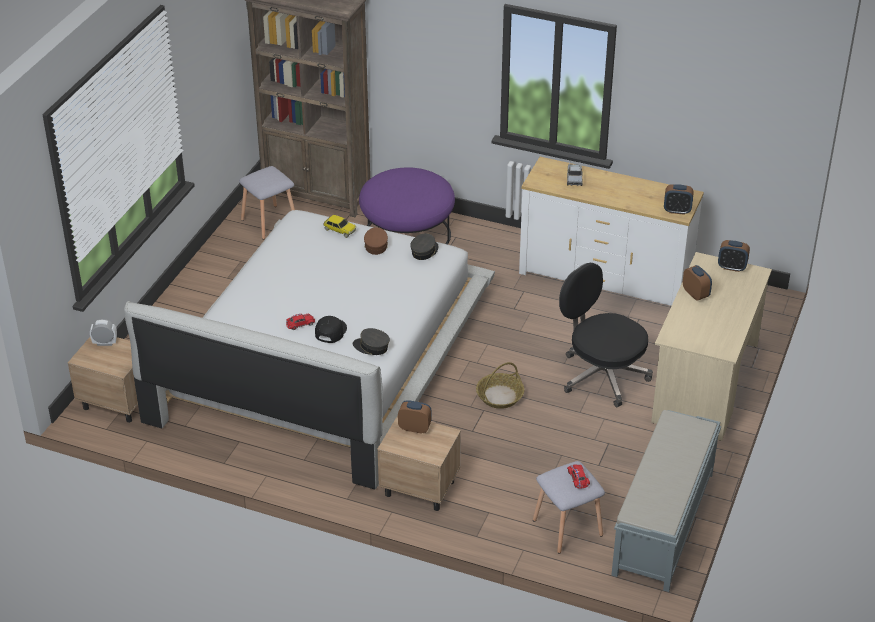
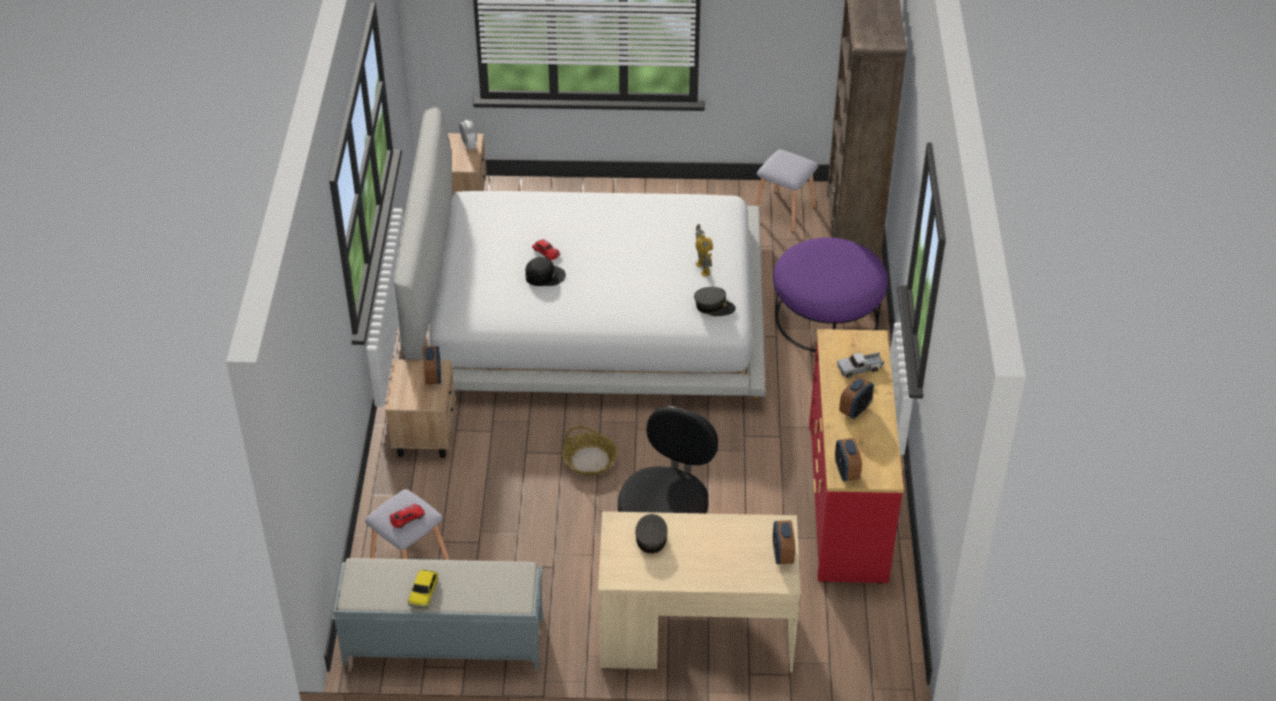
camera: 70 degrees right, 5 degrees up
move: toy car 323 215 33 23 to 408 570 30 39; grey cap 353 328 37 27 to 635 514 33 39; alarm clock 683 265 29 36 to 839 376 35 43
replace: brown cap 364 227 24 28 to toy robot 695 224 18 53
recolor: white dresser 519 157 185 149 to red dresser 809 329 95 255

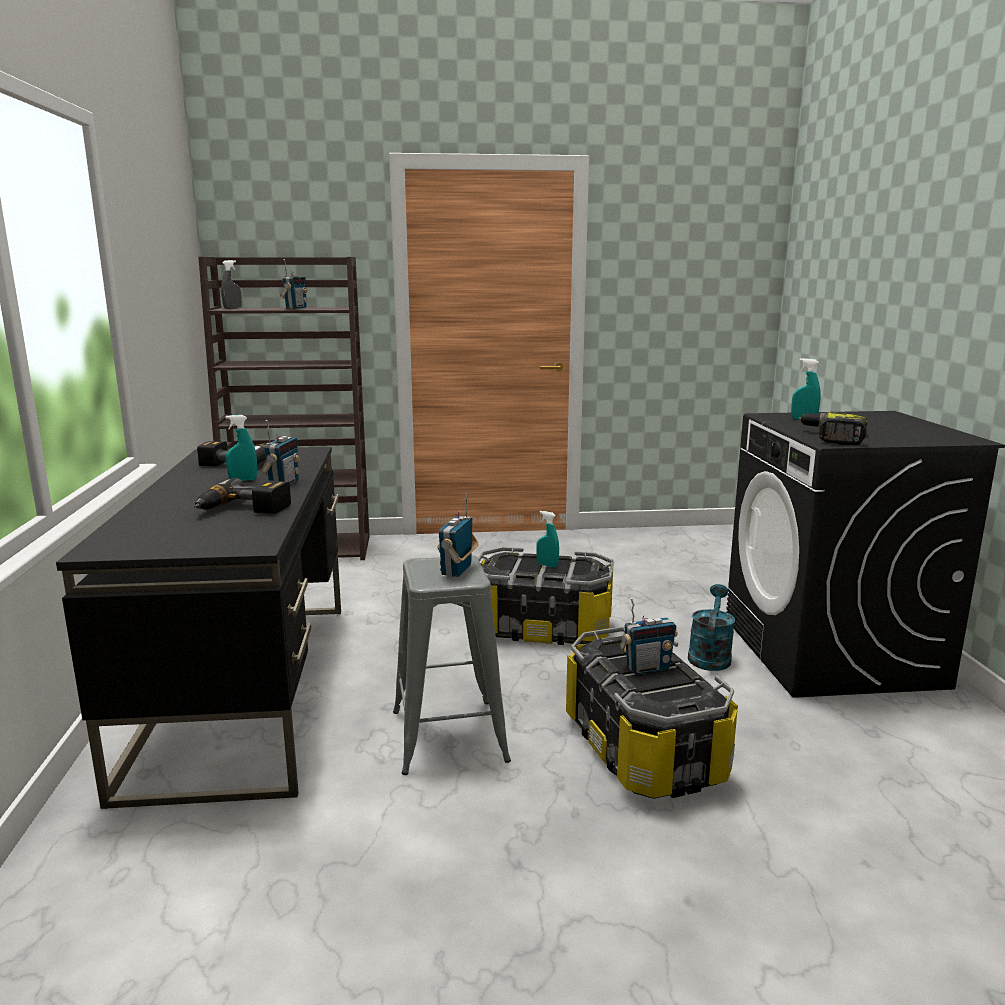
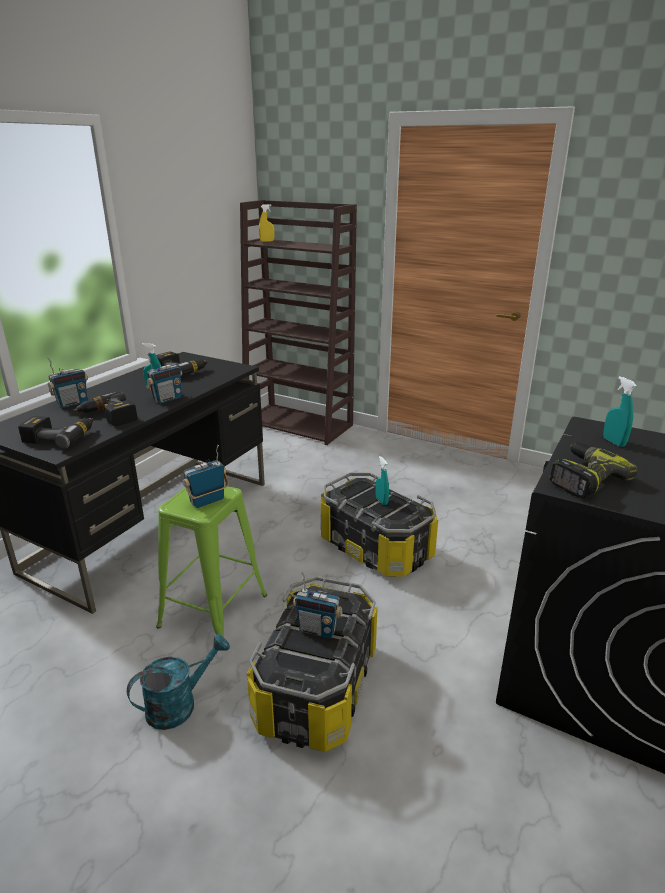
camera: 35 degrees right, 10 degrees up
insert: power drill 18 416 75 32
move: radio 280 259 27 50 to 47 357 41 51; turquoise watering can 688 584 47 87 to 127 634 103 96
recolor: grey spray bottle 221 260 21 49 to yellow spray bottle 259 204 15 38; grey stool 393 555 118 220 to green stool 156 486 111 165

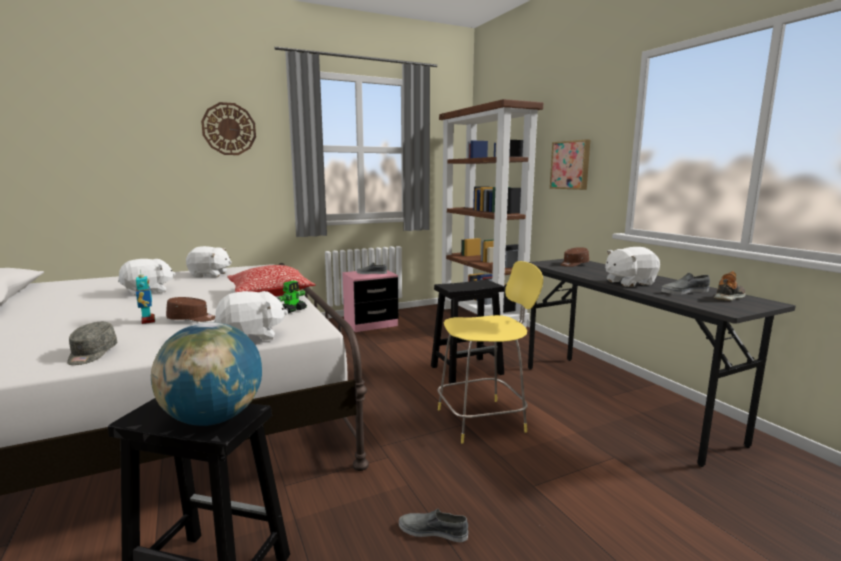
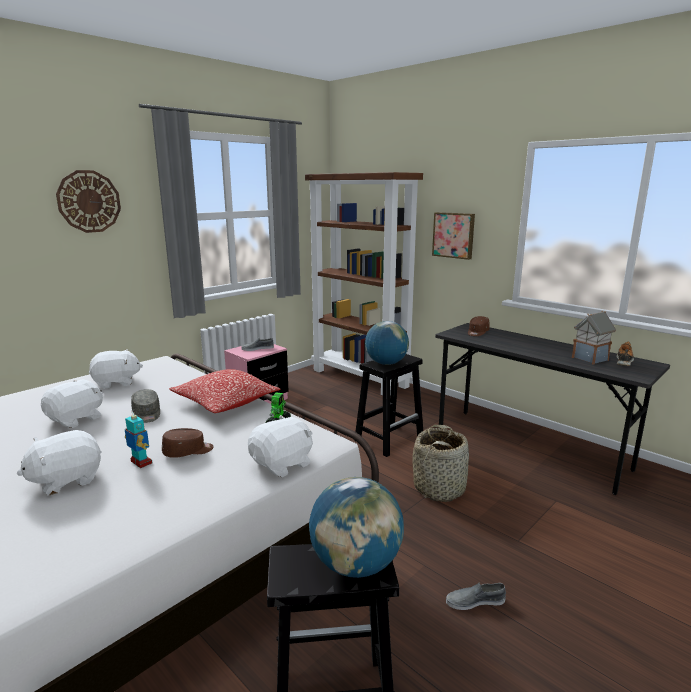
camera: 20 degrees left, 5 degrees up
insert: globe 365 321 44 44
move: grey cap 67 322 50 43 to 131 389 29 34; white plush toy 605 247 55 40 to 17 430 85 66
replace: yellow stool 438 261 105 183 to basket 413 425 56 77; grey shoe 661 273 49 22 to toy house 572 311 44 54

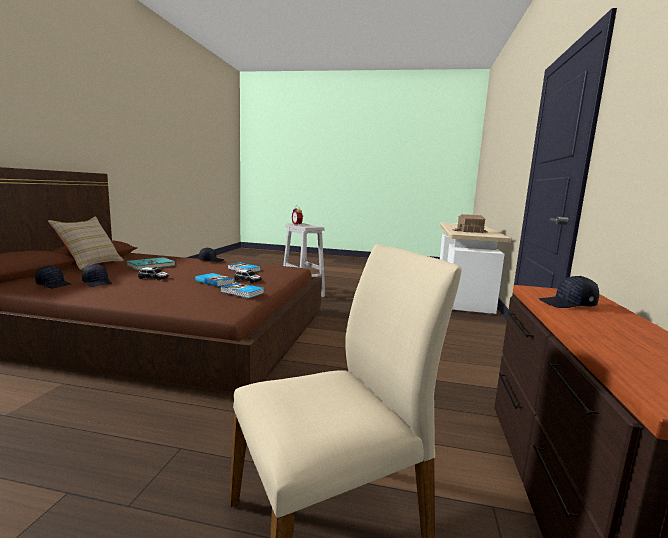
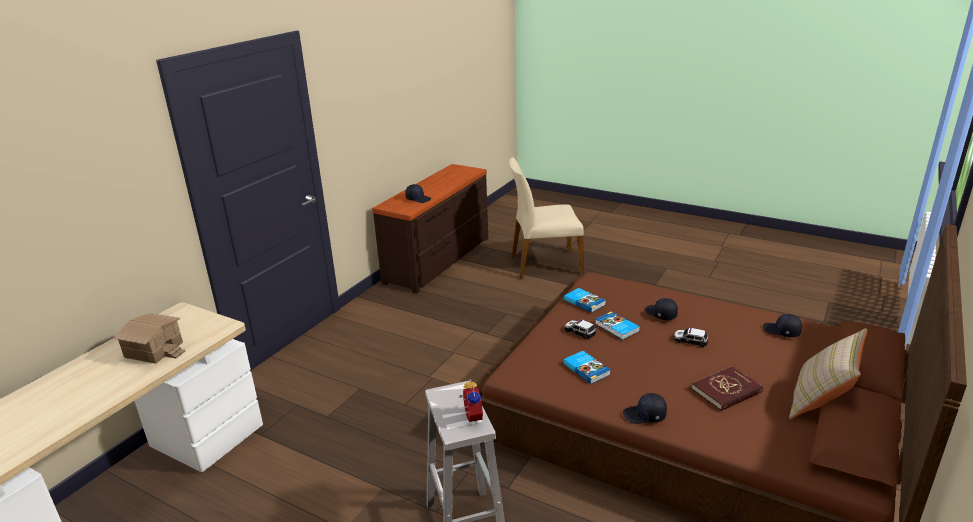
camera: 160 degrees left, 15 degrees up
move: black cap 82 264 30 23 to 645 298 33 22
recolor: turquoise book 127 257 48 13 to red book 691 366 72 45

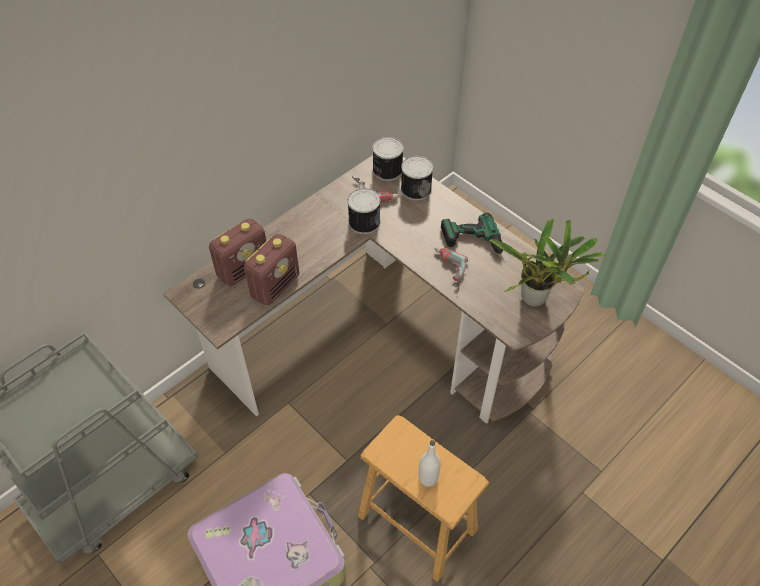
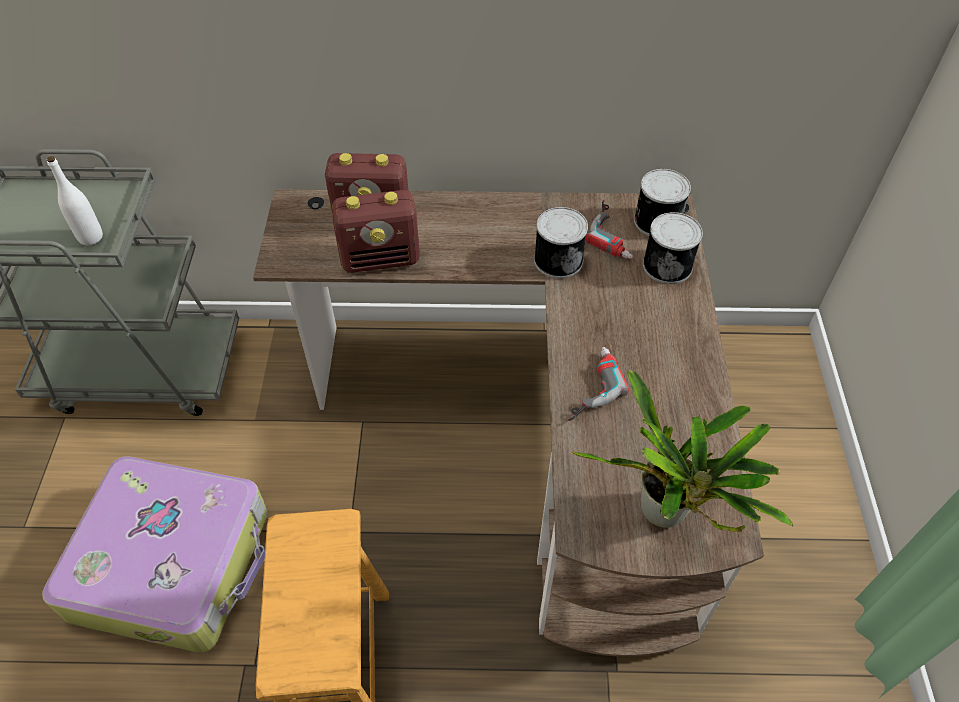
camera: 45 degrees right, 0 degrees up
delete: power drill 441 213 63 49
move: white bottle 419 440 22 46 to 47 156 56 89

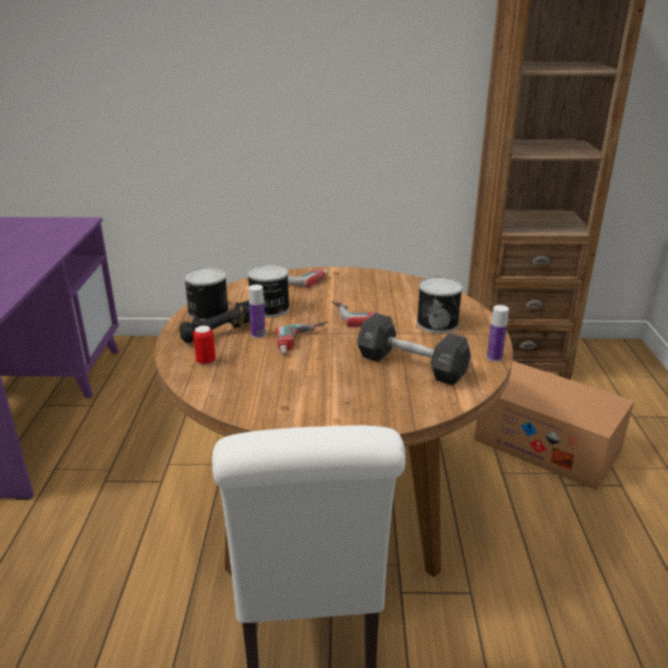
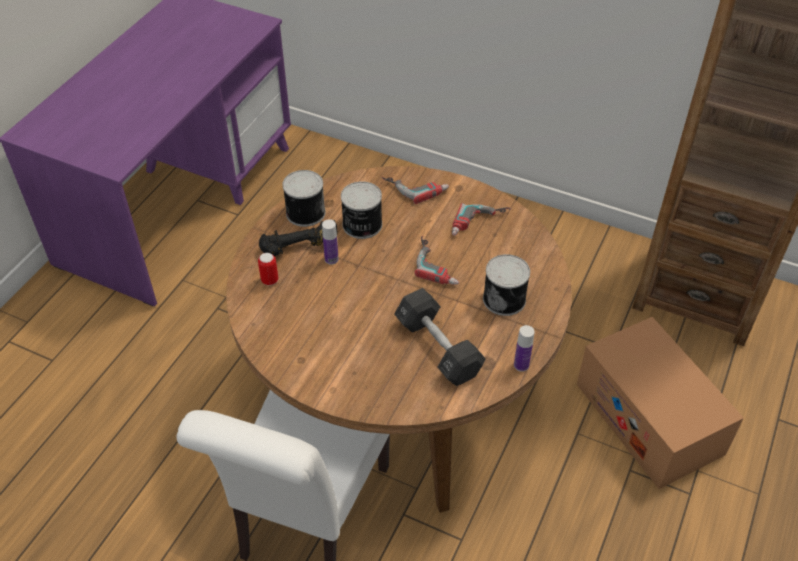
camera: 25 degrees right, 20 degrees up
move: power drill 276 321 52 33 to 452 203 59 33

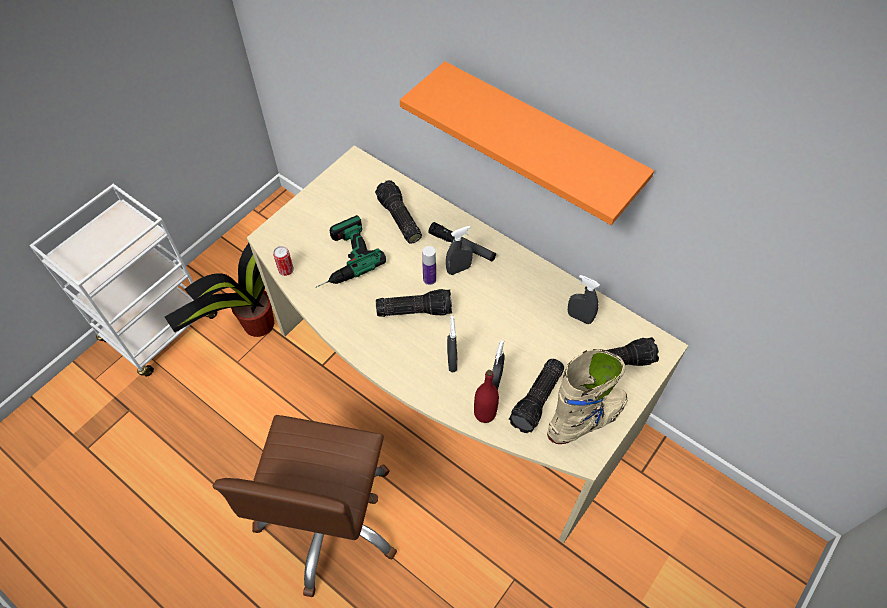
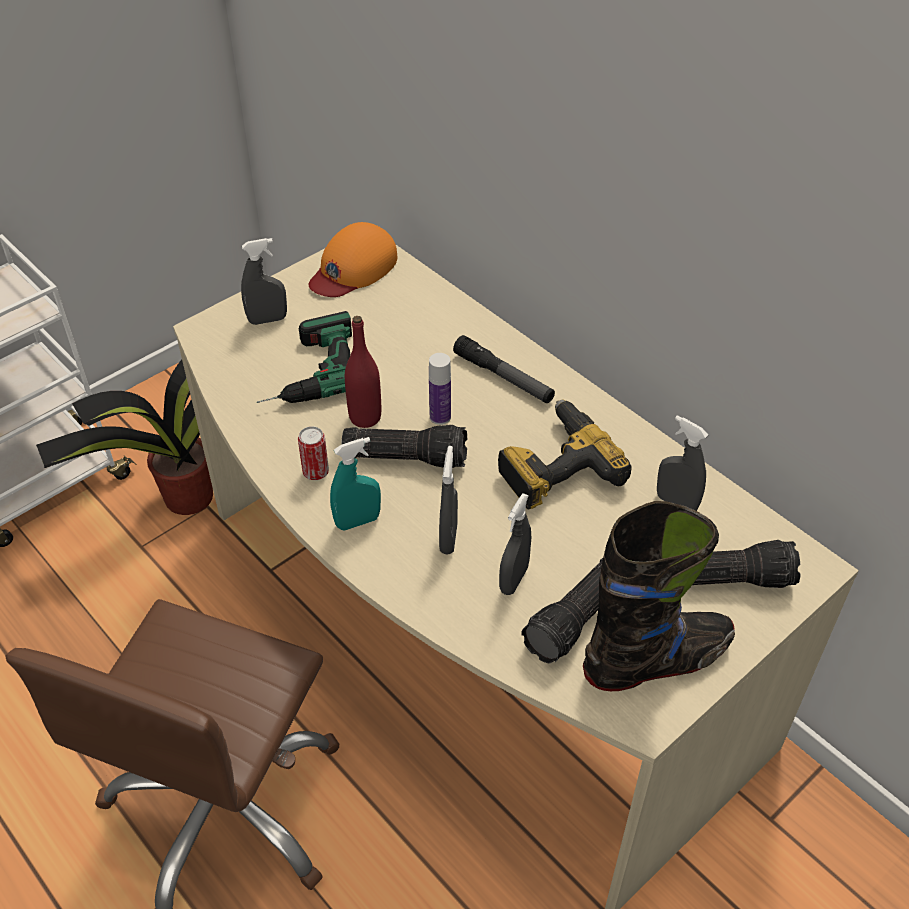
camera: 10 degrees right, 10 degrees down
delete: flashlight 375 180 47 64; orange shelf 400 61 254 164
insert: orange cap 309 222 88 75; turquoise spray bottle 330 437 51 93; power drill 498 400 133 110
move: can 273 246 21 30 to 298 426 31 54; grey spray bottle 446 226 27 49 to 241 238 46 87; red bottle 474 370 25 53 to 345 316 36 112
recolor: beige boot 547 349 81 95 to black boot 583 501 152 190

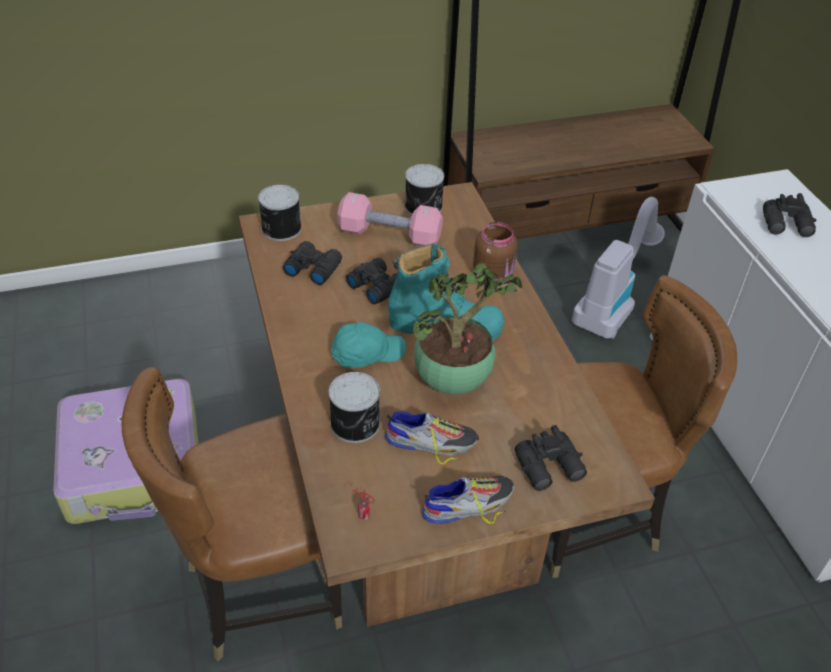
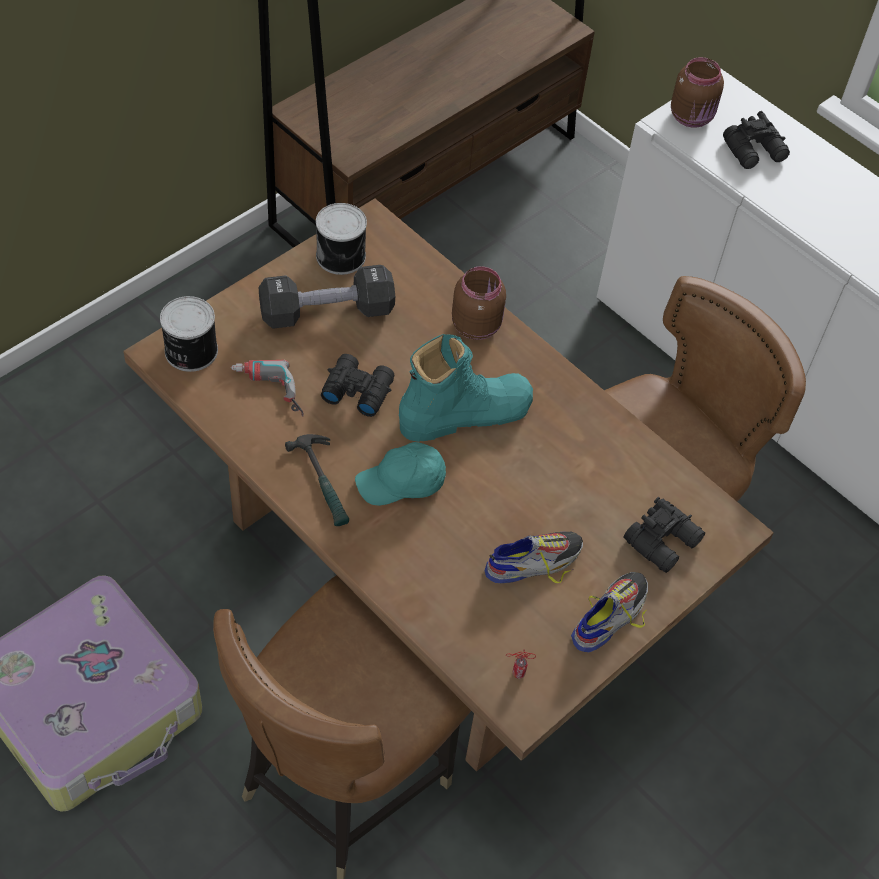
camera: 30 degrees left, 10 degrees up
delete: can 329 372 51 71; potted plant 413 262 109 133; vacuum cleaner 572 197 93 142
insert: hammer 285 434 64 92; brown jar 671 57 53 71
replace: black binoculars 283 241 59 44 to power drill 231 360 73 57
recolor: pink dumbbell 337 192 106 54 to black dumbbell 259 265 136 64
rotate: turquoise cap 331 322 75 46 = 355 442 91 64 150 degrees counterclockwise

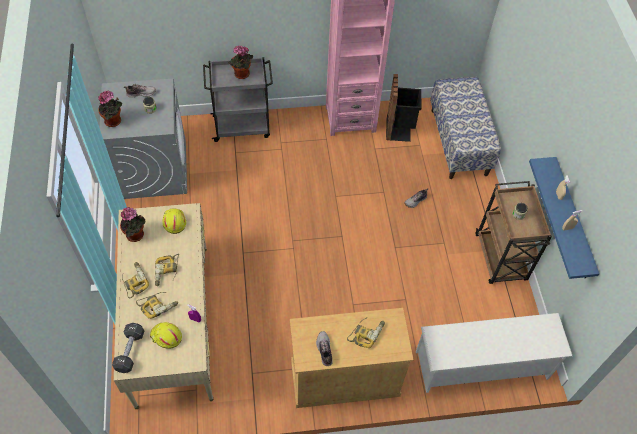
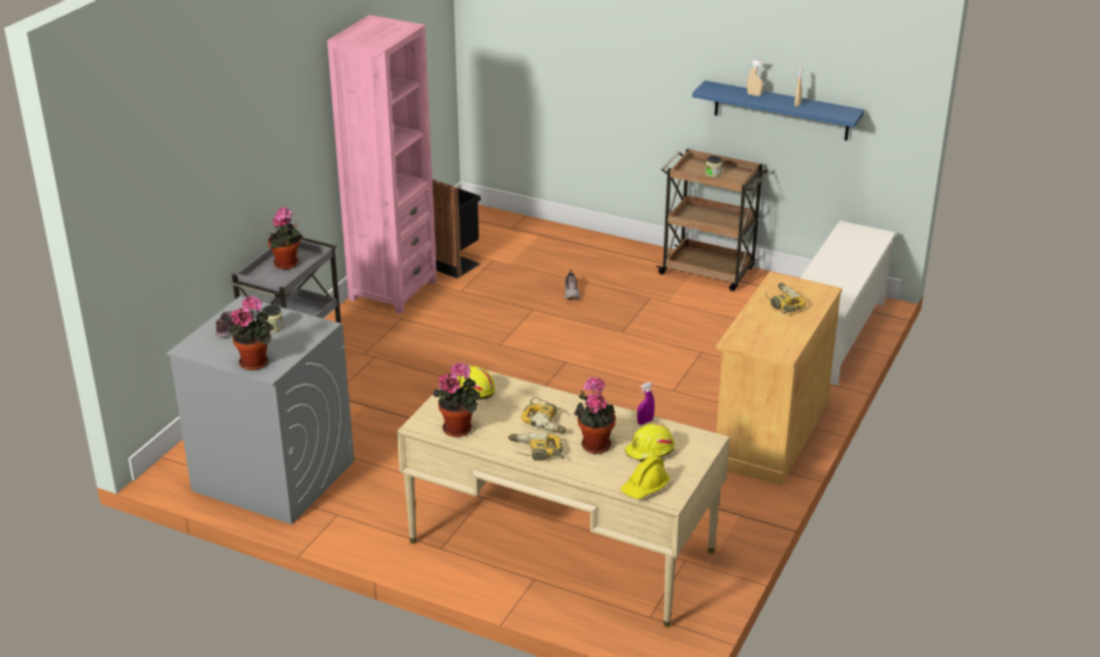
camera: 55 degrees left, 25 degrees down
delete: shoe 316 331 17 35; bench 430 77 71 102
replace: black dumbbell 112 323 32 50 to yellow hard hat 621 455 49 44; power drill 136 292 42 27 to potted plant 574 377 42 77

